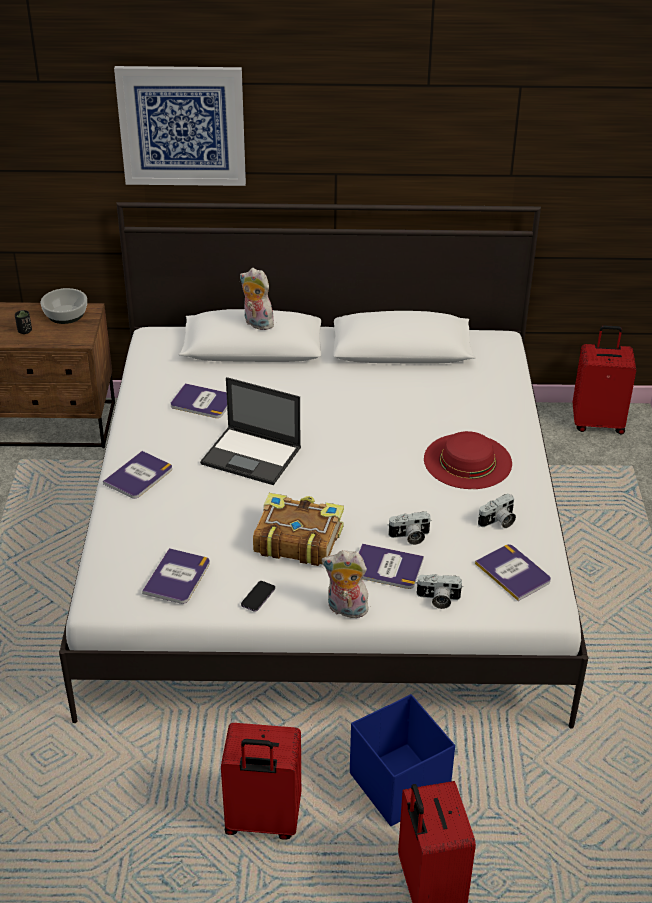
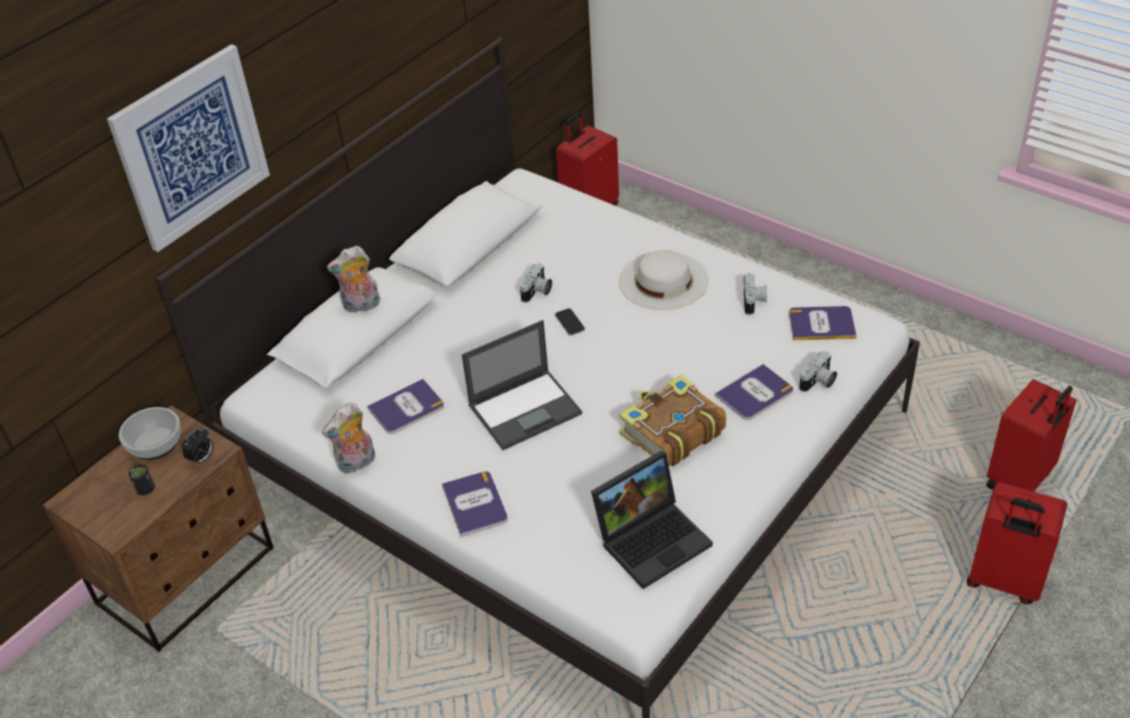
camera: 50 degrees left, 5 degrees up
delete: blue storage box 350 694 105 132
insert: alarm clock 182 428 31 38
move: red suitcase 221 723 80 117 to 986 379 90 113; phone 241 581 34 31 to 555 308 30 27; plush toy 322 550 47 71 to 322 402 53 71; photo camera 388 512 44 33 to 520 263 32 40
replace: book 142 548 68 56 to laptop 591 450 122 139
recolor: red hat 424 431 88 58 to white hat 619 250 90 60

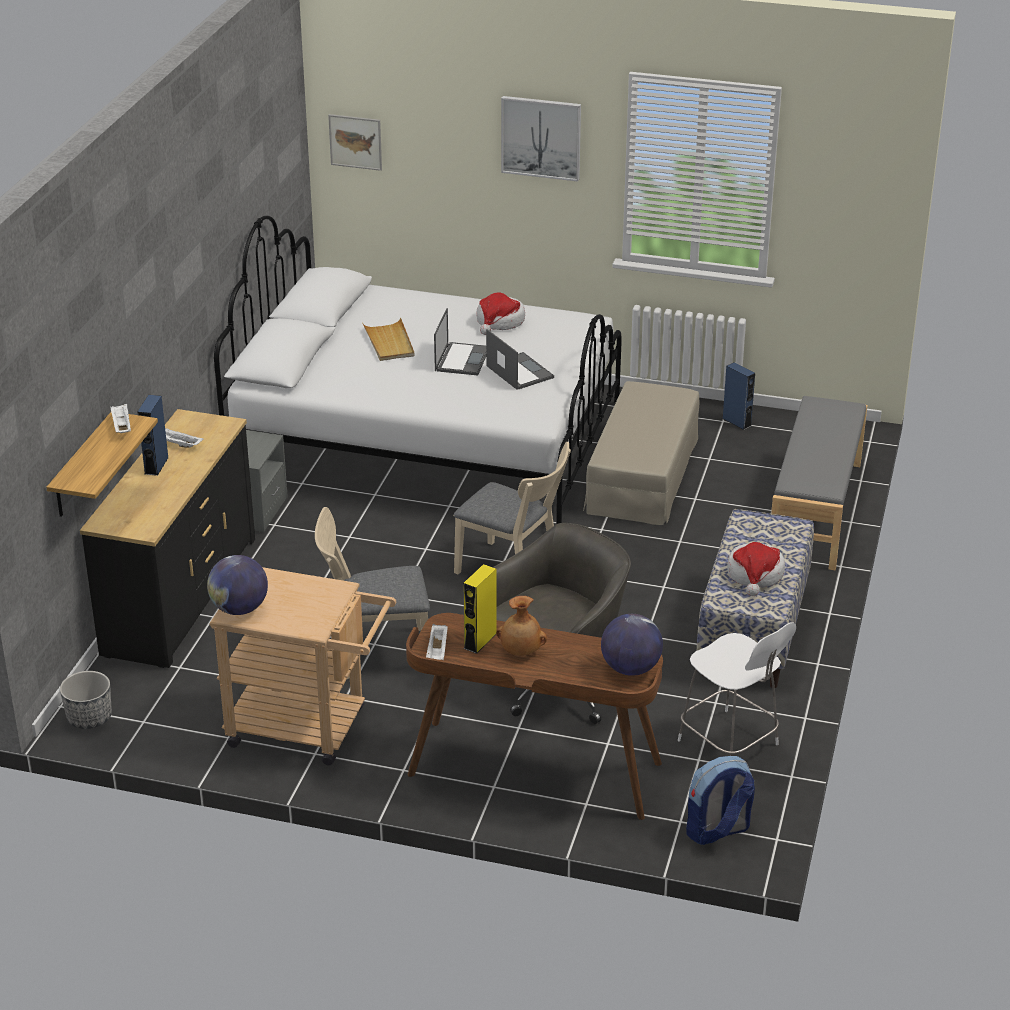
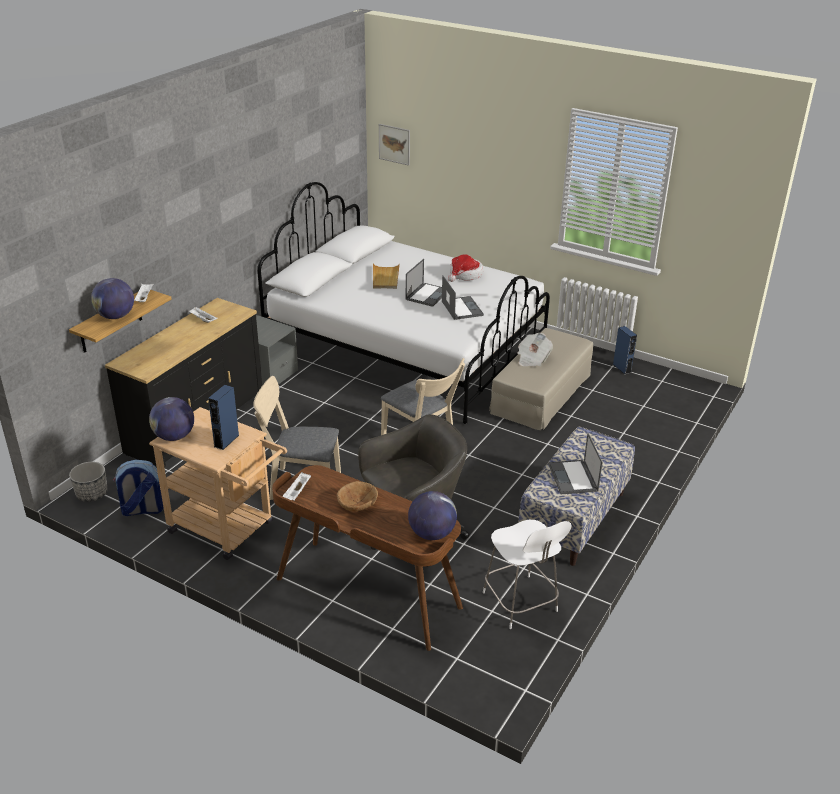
camera: 15 degrees right, 0 degrees up
delete: yellow speaker 463 564 34 90; picture 501 96 80 85; grey bench 771 396 97 174
insert: globe 91 278 43 41; newspaper 517 333 36 34
move: blue speaker 137 395 32 81 to 208 385 31 65; backpack 686 756 69 89 to 113 460 50 56
replace: brown vase 496 596 51 60 to brown bowl 337 481 41 31; hat 727 542 58 54 to laptop 548 433 55 61

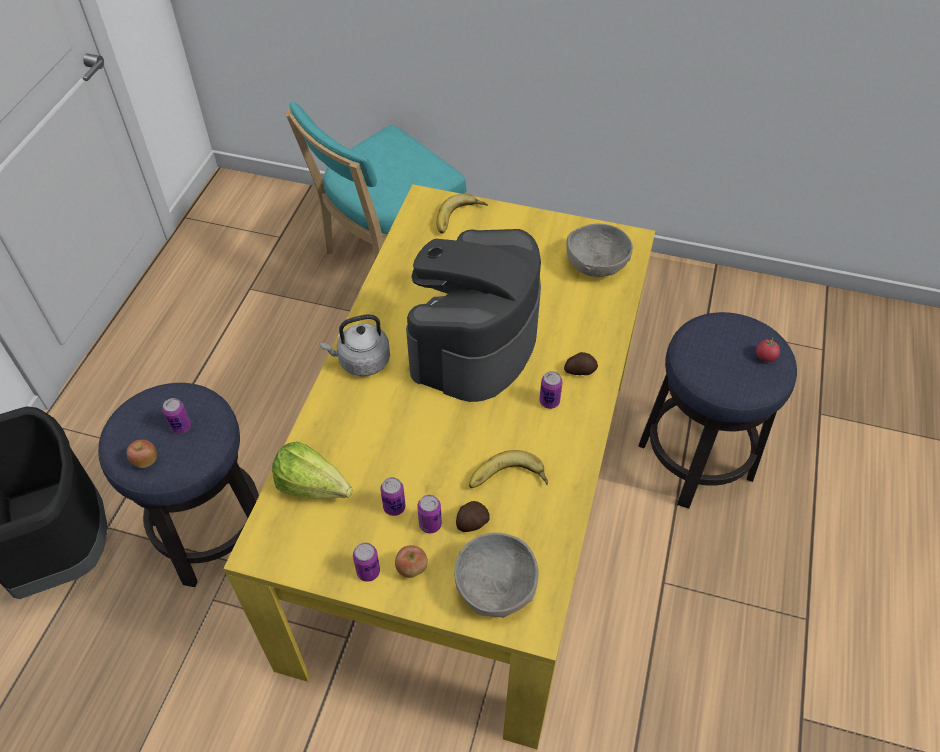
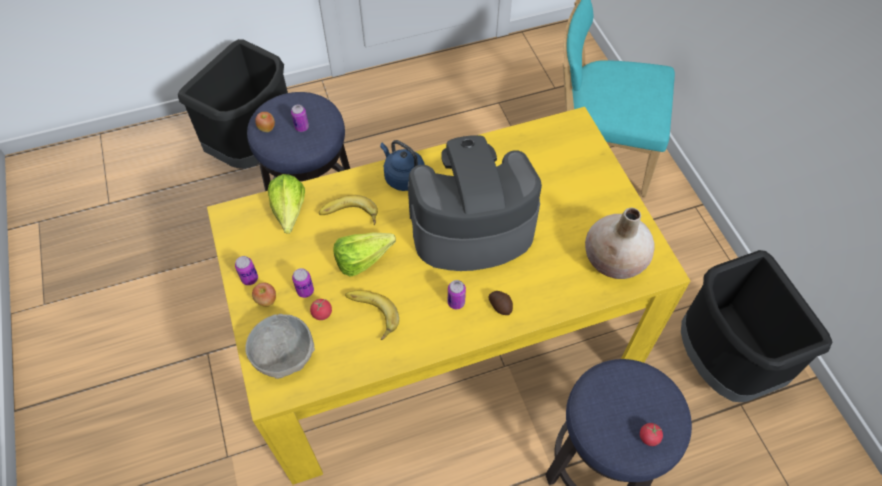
camera: 55 degrees right, 5 degrees up
delete: can 380 477 25 39
insert: lettuce 333 232 63 45; black trash can 681 250 151 152
move: banana 436 193 52 41 to 319 195 59 30
replace: potato 456 501 34 31 to tomato 310 299 22 21; grey bowl 566 224 67 53 to beige vase 585 207 70 72
recolor: grey kettle 320 314 70 62 to blue kettle 380 140 45 51

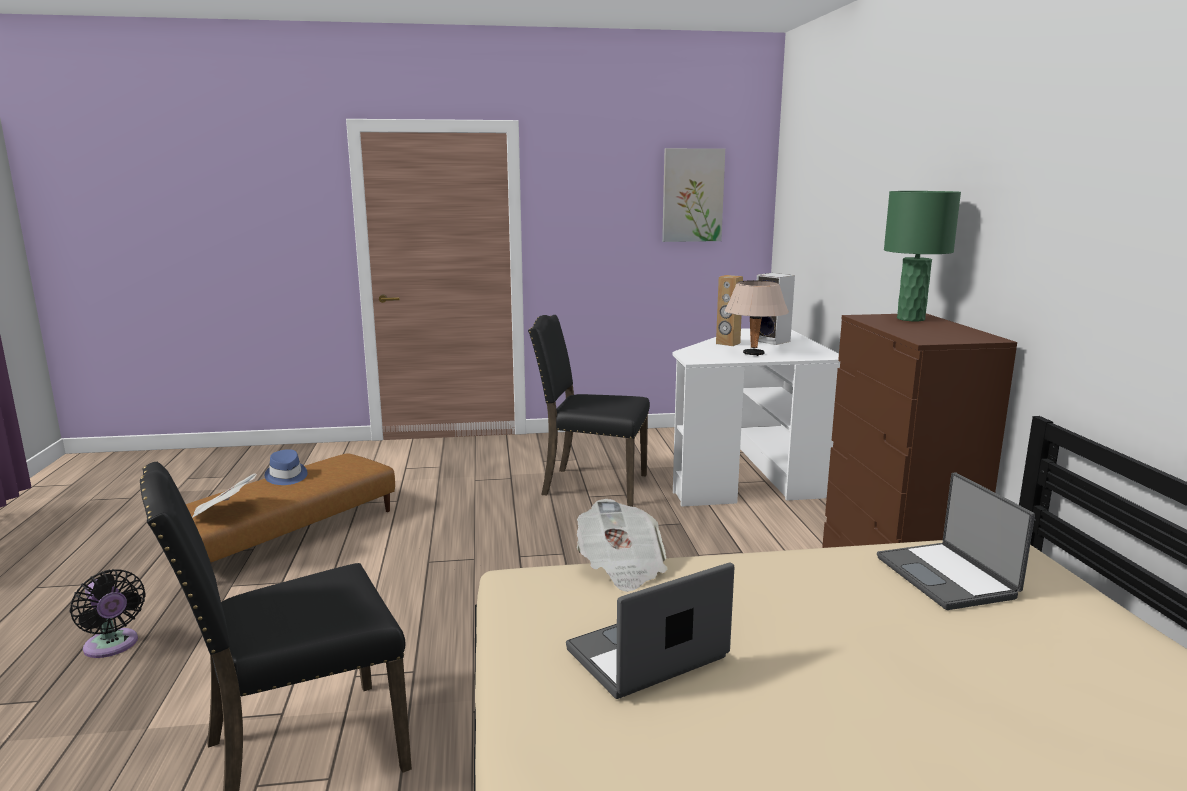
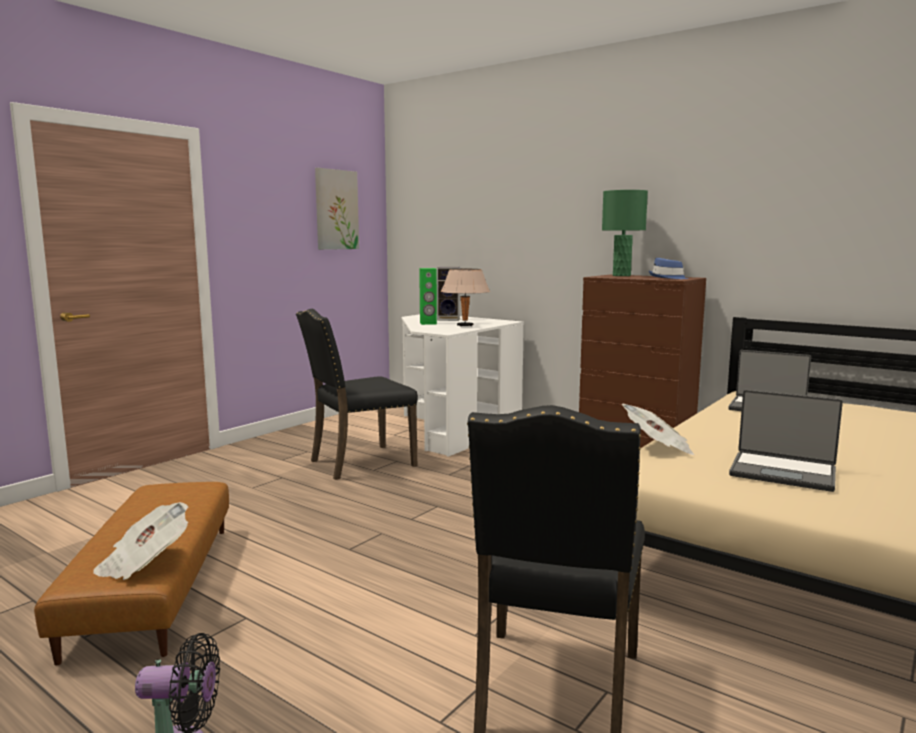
camera: 45 degrees left, 5 degrees down
move: blue hat 265 449 43 36 to 649 258 40 21
recolor: brown speaker 716 275 27 71 to green speaker 419 268 18 57
rotate: laptop 566 563 168 136 = 729 390 114 102 75 degrees counterclockwise

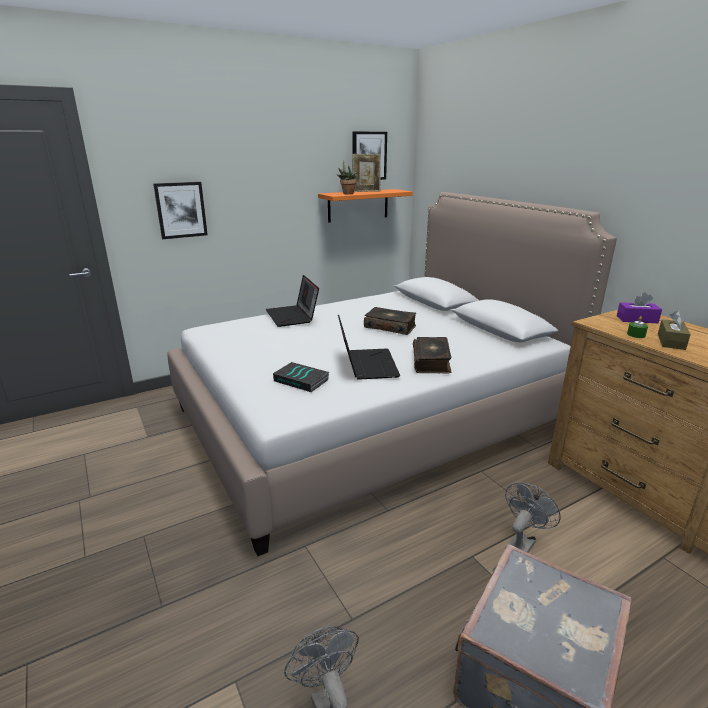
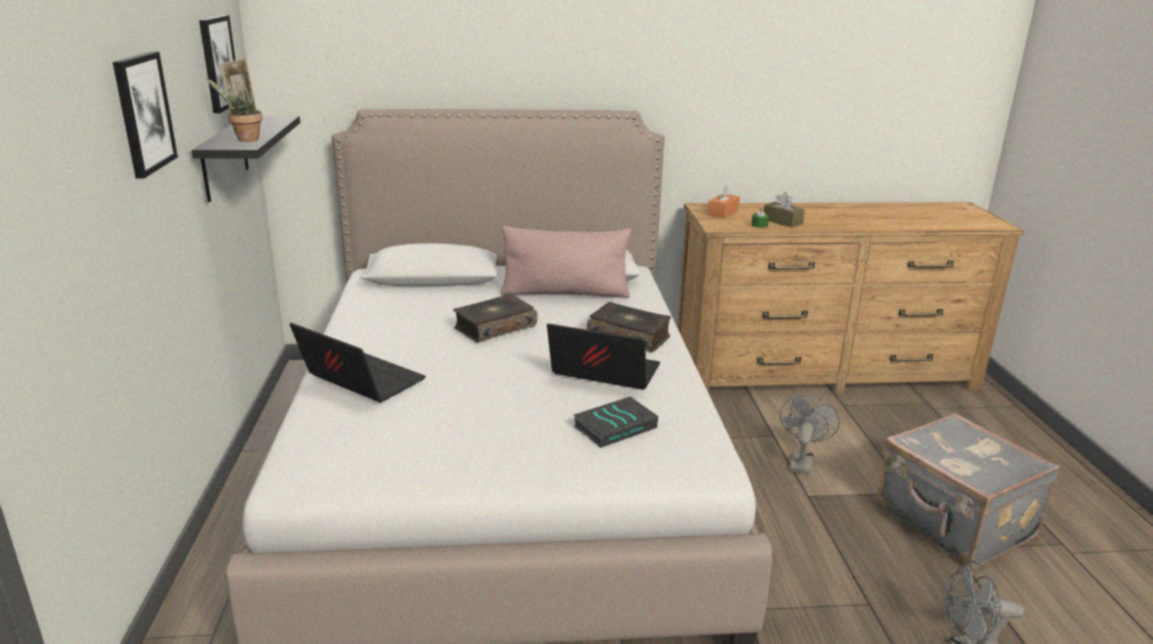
camera: 65 degrees left, 0 degrees up
insert: pink pillow 501 226 130 72
move: picture 153 182 55 57 to 113 51 65 128
recolor: orange shelf 318 189 95 34 to black shelf 191 116 109 86; purple tissue box 617 292 45 31 to orange tissue box 708 184 32 35
rotate: laptop 266 275 53 52 = 290 323 136 79 150 degrees counterclockwise; grey fan 505 483 56 70 = 780 395 60 80 45 degrees clockwise

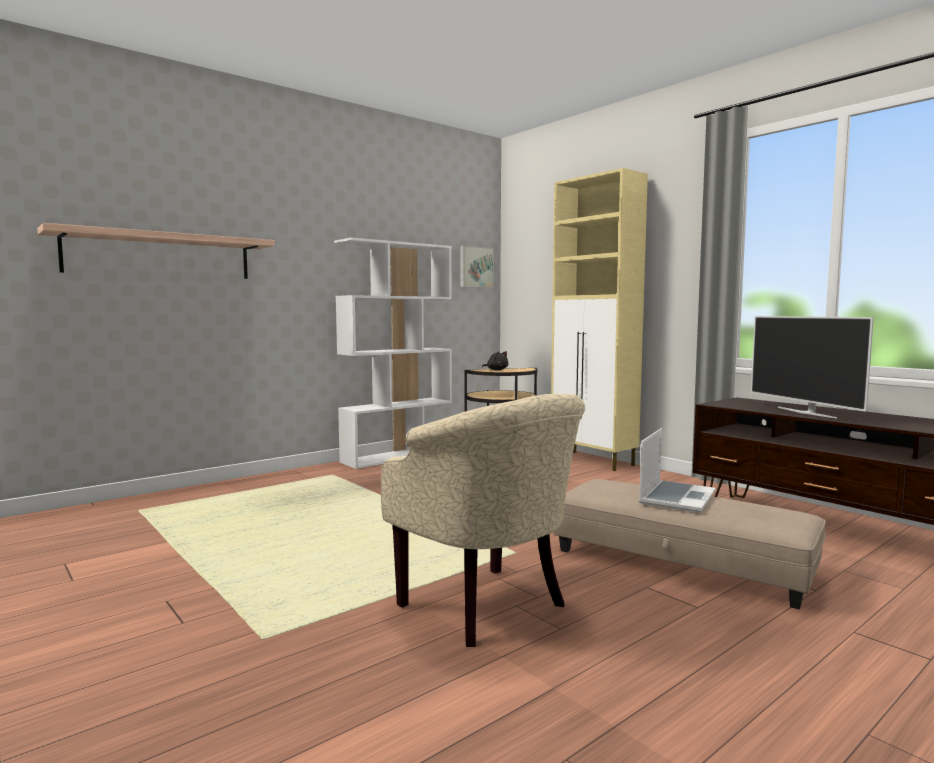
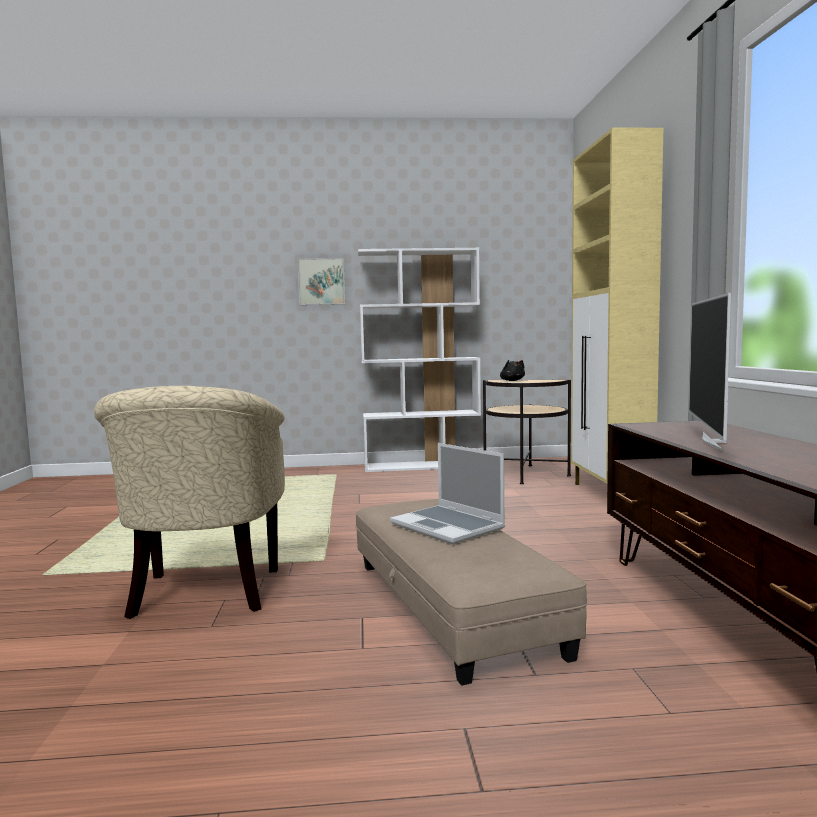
camera: 35 degrees right, 0 degrees up
delete: shelf 37 223 238 56
move: picture 460 245 34 43 to 297 258 48 47
rotate: laptop 639 428 76 85 = 390 443 115 102 75 degrees clockwise

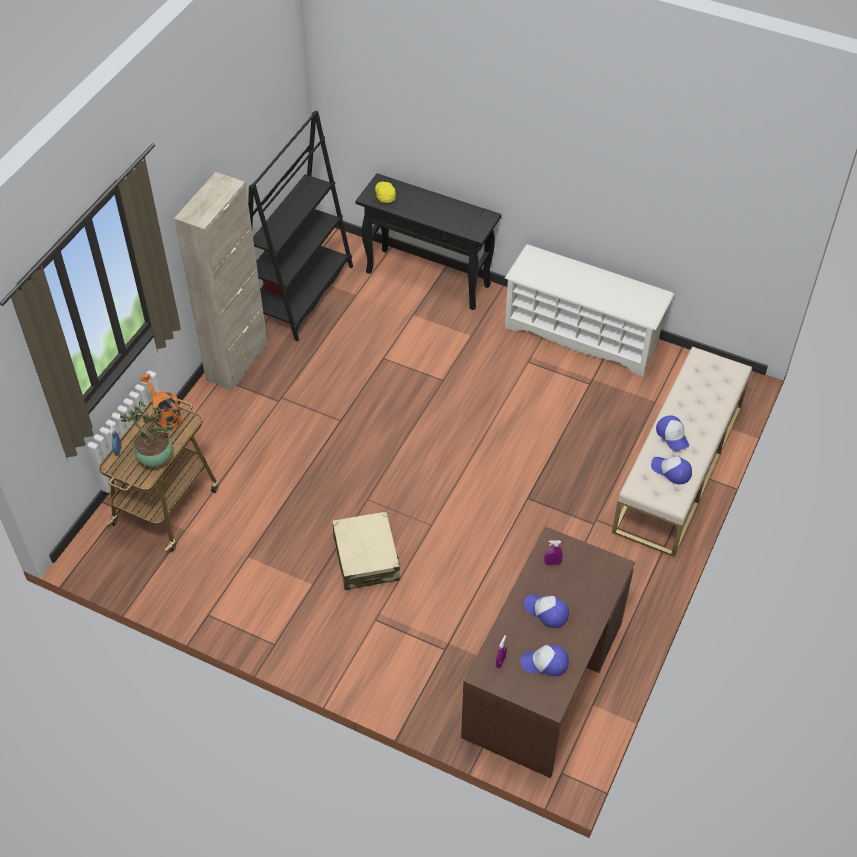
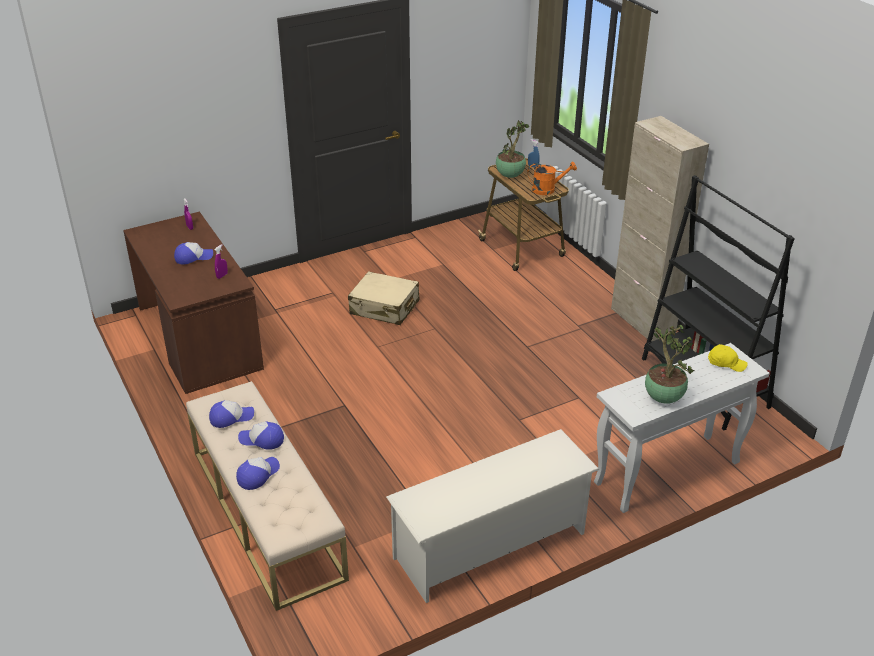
camera: 125 degrees right, 15 degrees down
insert: potted plant 645 325 50 79
move: cap 520 645 49 31 to 236 457 44 33
recolor: black console table 355 173 146 137 to white console table 594 343 176 170

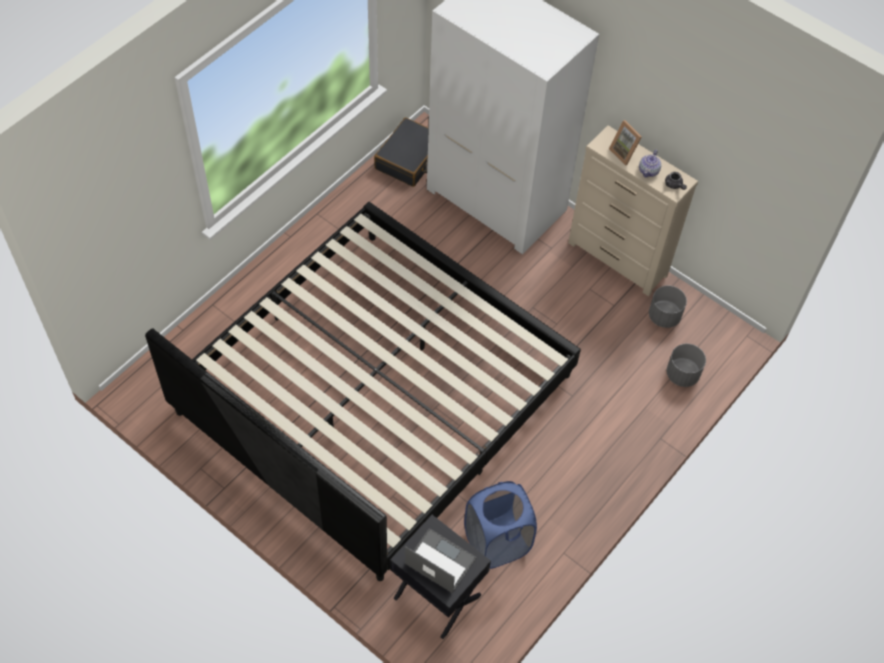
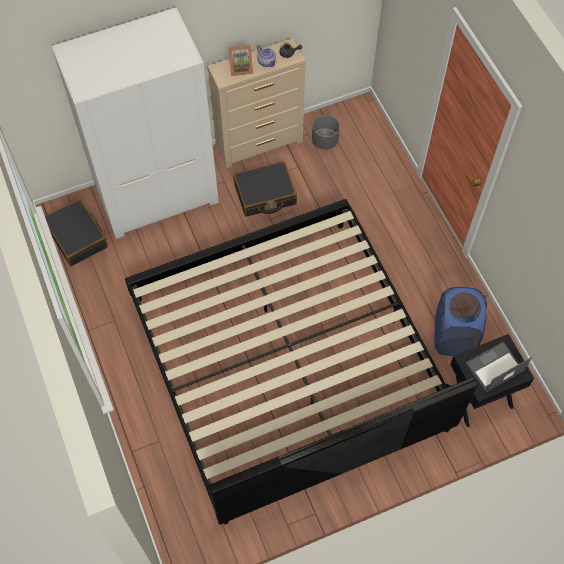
camera: 60 degrees left, 5 degrees up
delete: grey planter 667 344 39 43
insert: black suitcase 233 161 64 56

